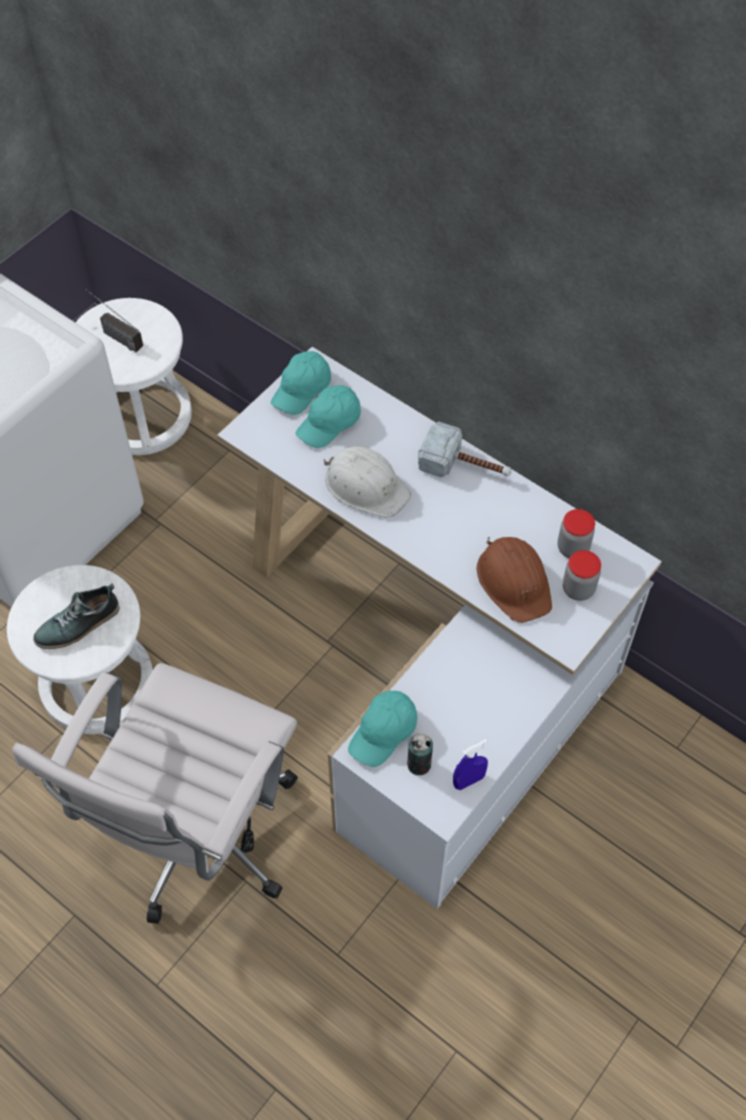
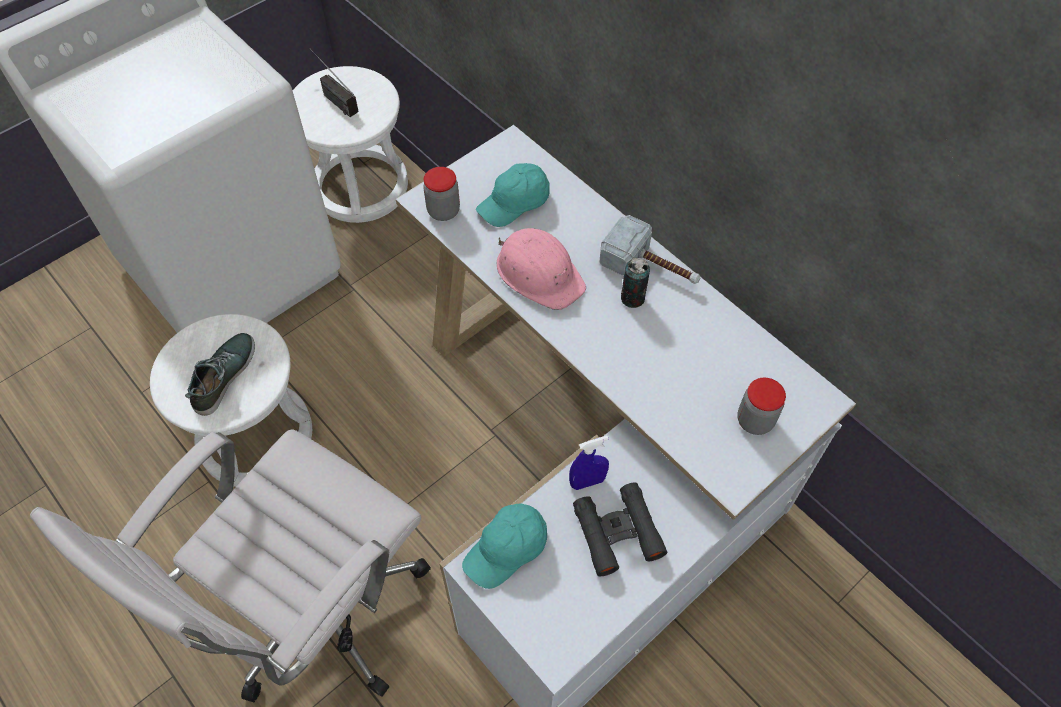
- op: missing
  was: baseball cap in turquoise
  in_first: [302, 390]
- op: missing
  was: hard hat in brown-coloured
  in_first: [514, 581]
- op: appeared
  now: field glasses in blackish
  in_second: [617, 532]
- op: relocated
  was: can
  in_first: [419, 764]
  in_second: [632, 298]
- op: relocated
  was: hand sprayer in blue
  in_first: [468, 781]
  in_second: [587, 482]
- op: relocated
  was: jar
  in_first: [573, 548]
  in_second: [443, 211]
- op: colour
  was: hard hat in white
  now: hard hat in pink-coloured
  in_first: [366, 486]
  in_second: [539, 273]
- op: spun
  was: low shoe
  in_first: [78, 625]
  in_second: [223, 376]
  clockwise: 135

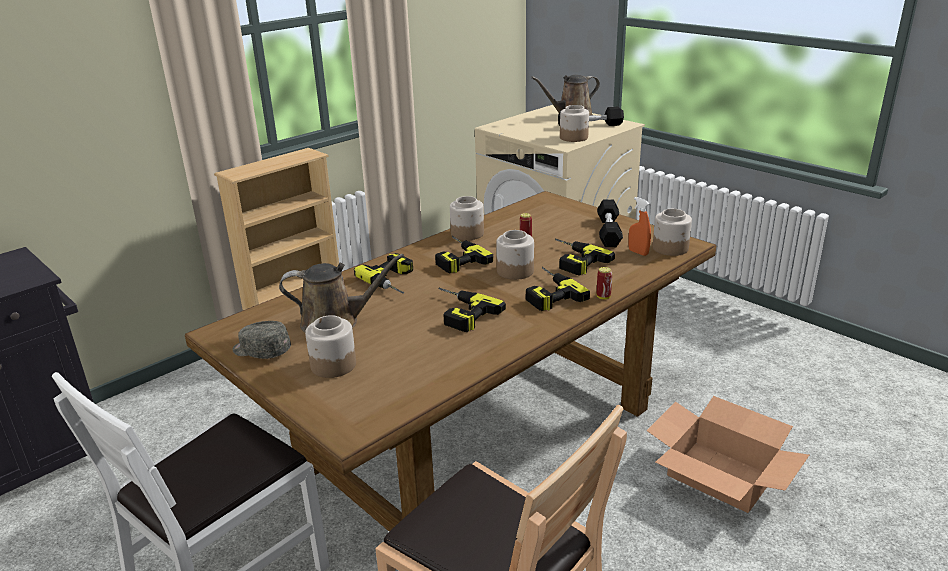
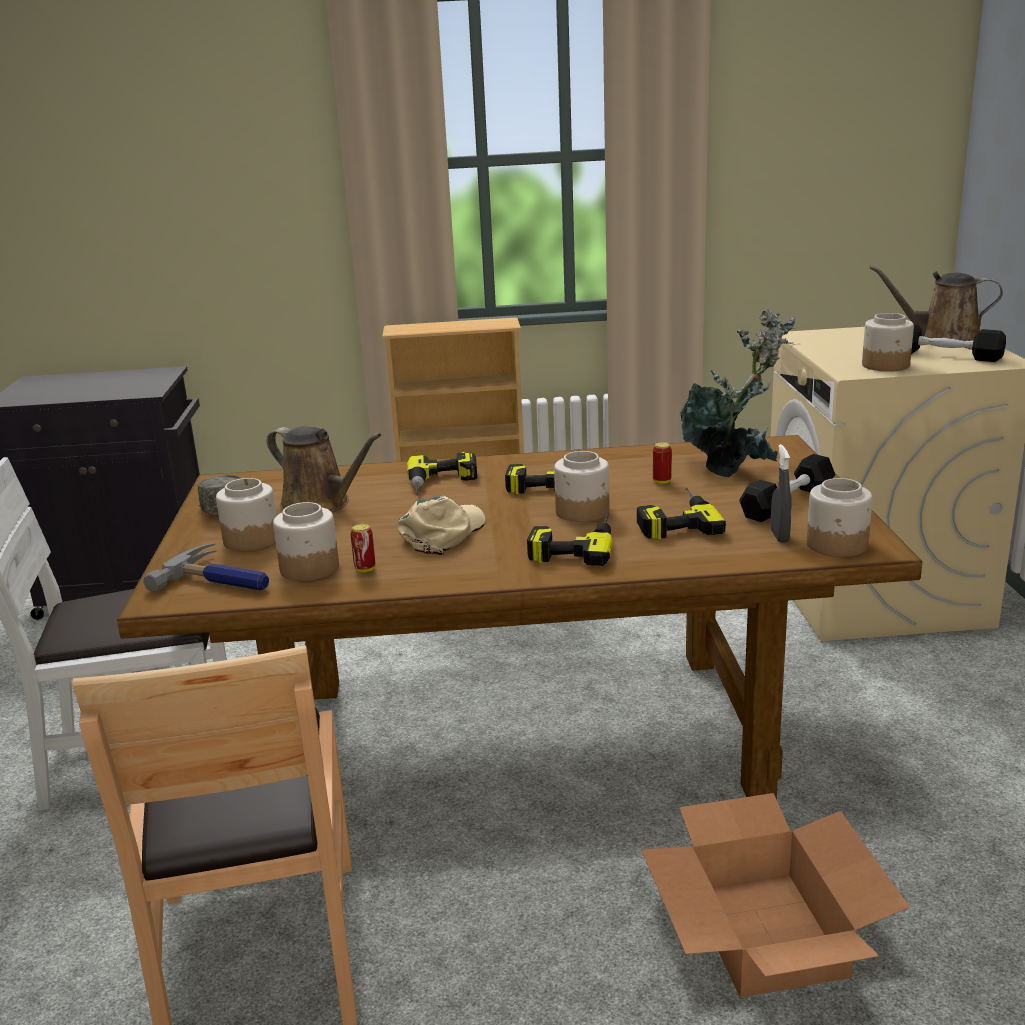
- op: appeared
  now: hand hammer
  in_second: [221, 580]
- op: appeared
  now: plant in a pot
  in_second: [732, 470]
- op: relocated
  was: jar
  in_first: [467, 234]
  in_second: [308, 568]
- op: relocated
  was: can
  in_first: [603, 297]
  in_second: [365, 569]
- op: exchanged
  was: drill
  now: baseball cap in beige-coloured
  in_first: [458, 313]
  in_second: [443, 533]
- op: colour
  was: hand sprayer in orangey
  now: hand sprayer in gray
  in_first: [638, 252]
  in_second: [779, 536]

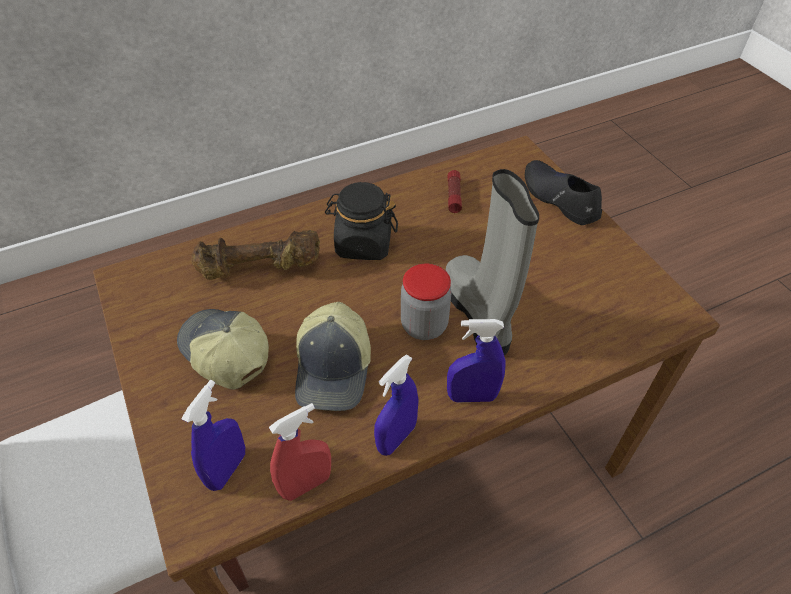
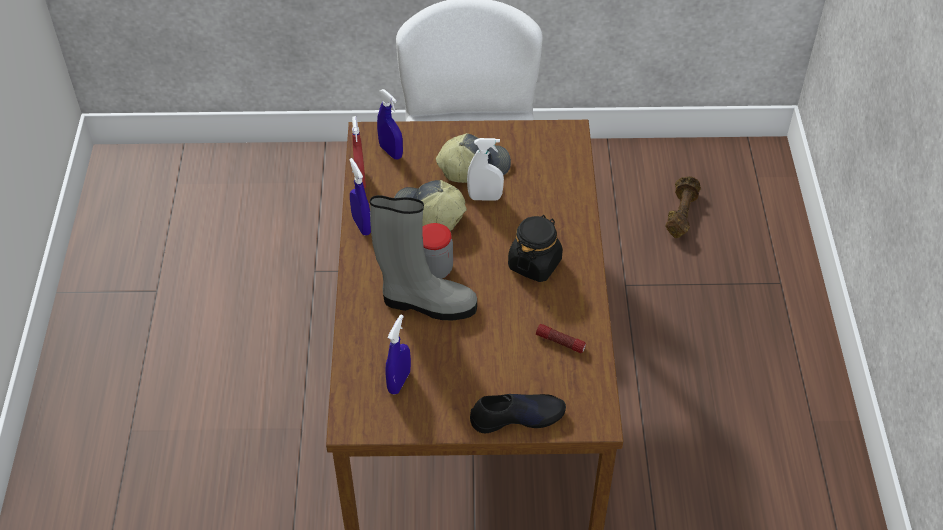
- op: appeared
  now: hand sprayer in white
  in_second: [485, 197]
- op: relocated
  was: hand weight in brown-coloured
  in_first: [259, 268]
  in_second: [680, 214]
- op: relocated
  was: hand sprayer in blue
  in_first: [472, 396]
  in_second: [399, 381]

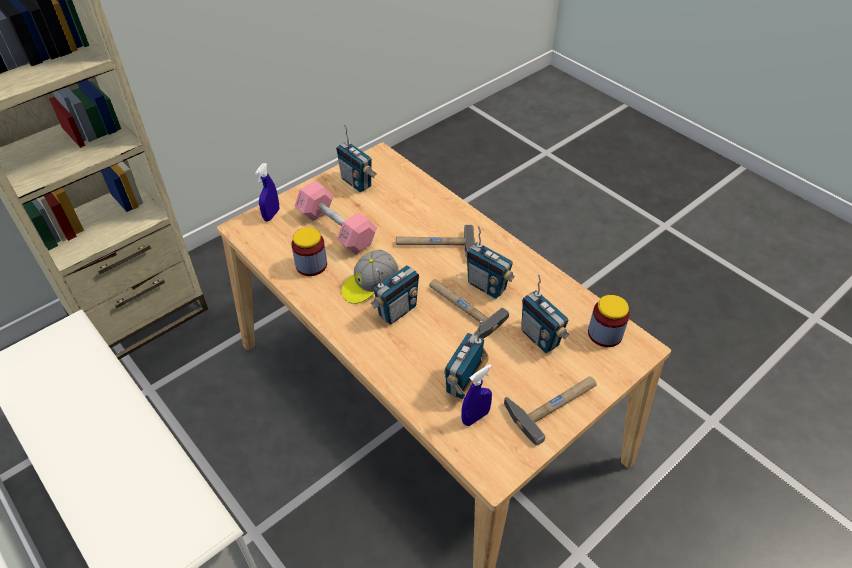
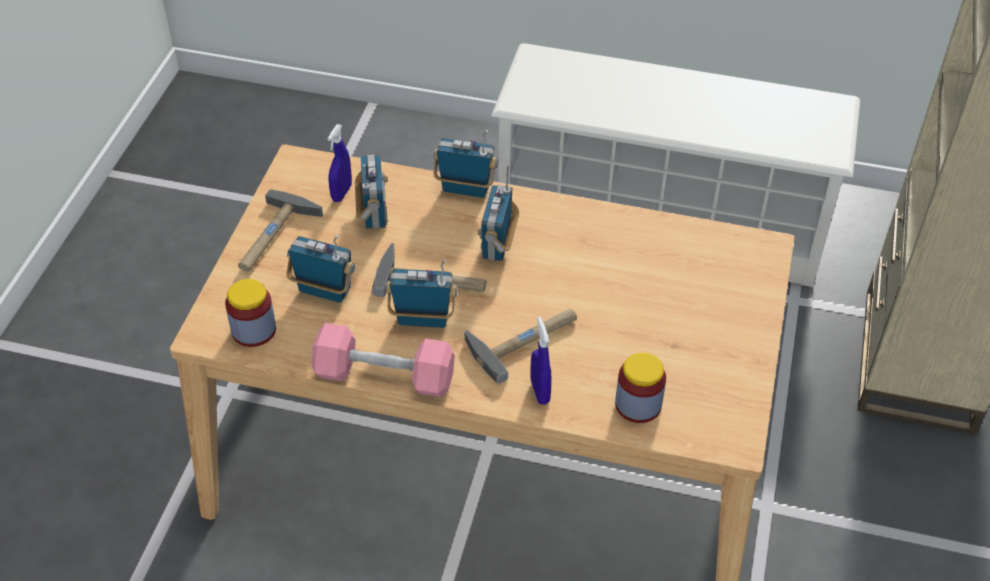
- op: missing
  was: baseball cap
  in_first: [370, 285]
- op: relocated
  was: hand sprayer in blue
  in_first: [271, 215]
  in_second: [540, 391]
- op: relocated
  was: jar
  in_first: [311, 265]
  in_second: [638, 405]
- op: relocated
  was: hand weight in pink-coloured
  in_first: [336, 229]
  in_second: [384, 376]
- op: relocated
  was: radio
  in_first: [357, 182]
  in_second: [465, 189]

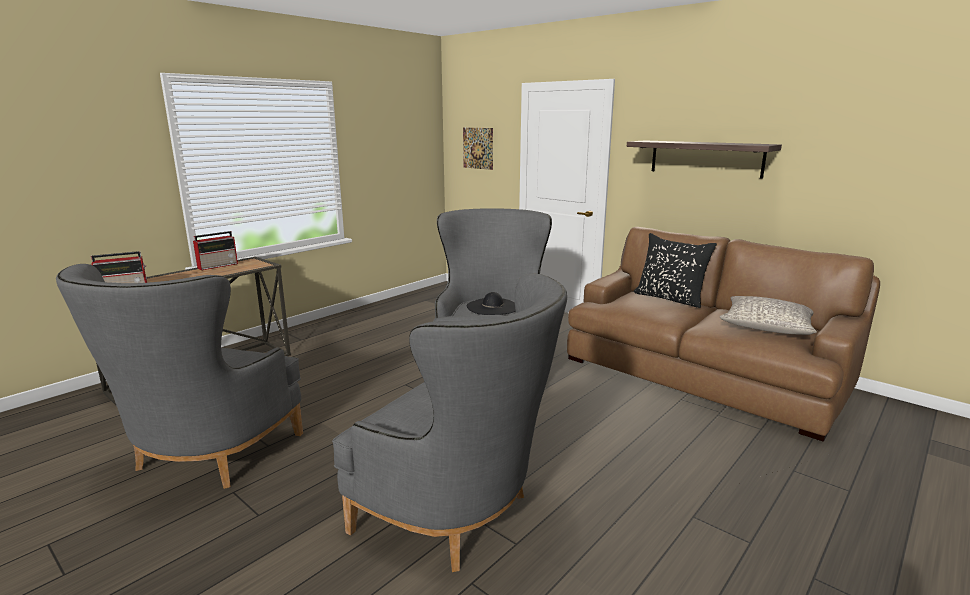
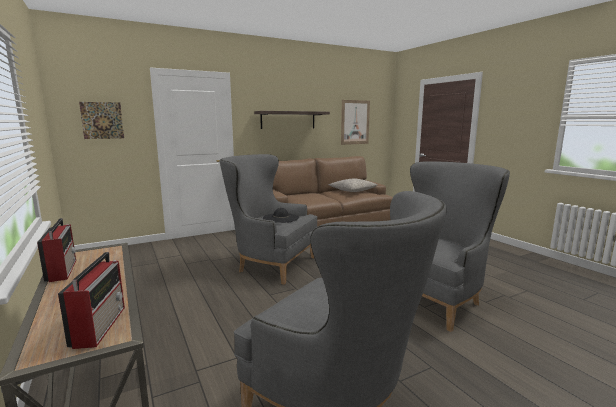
- op: missing
  was: cushion in blackish
  in_first: [670, 298]
- op: appeared
  now: wall art
  in_second: [355, 122]

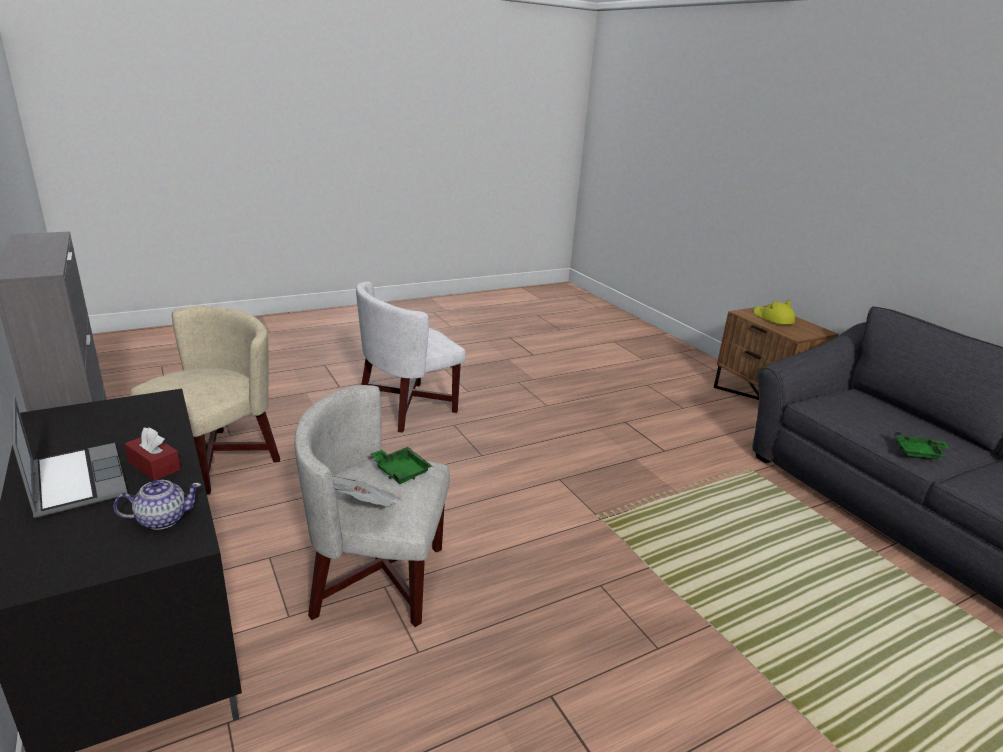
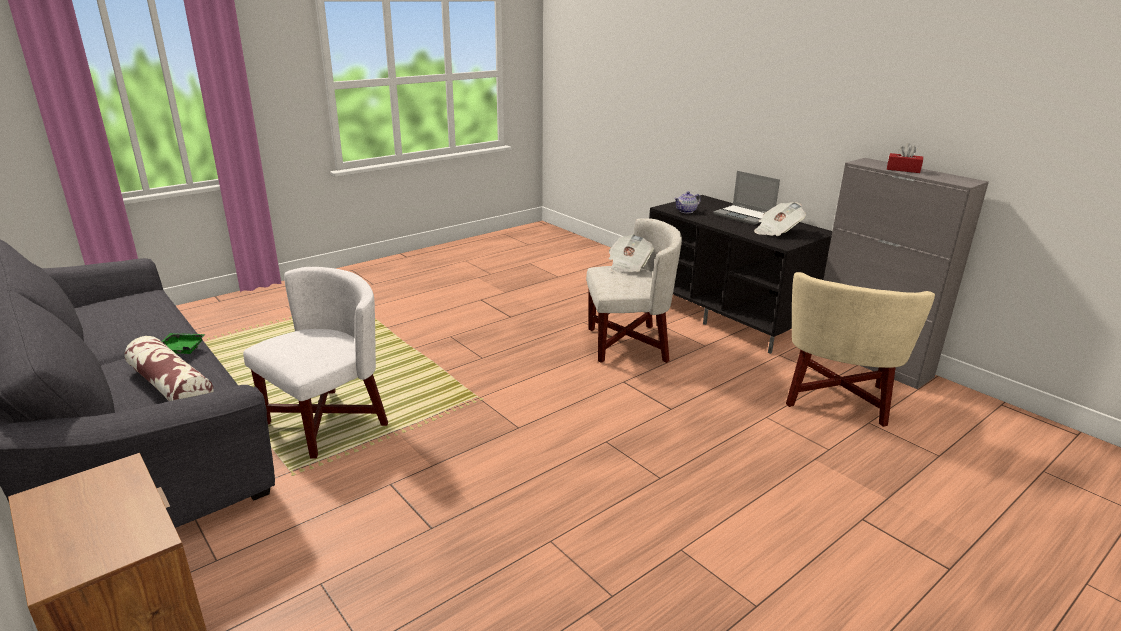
- op: missing
  was: serving tray in green-coloured
  in_first: [401, 471]
- op: missing
  was: clothing hat in yellow-coloured
  in_first: [772, 318]
- op: appeared
  now: cushion
  in_second: [171, 387]
- op: appeared
  now: daily paper
  in_second: [776, 231]
- op: relocated
  was: tissue holder in red
  in_first: [154, 466]
  in_second: [903, 169]
- op: relocated
  was: easy chair in white
  in_first: [407, 406]
  in_second: [327, 422]

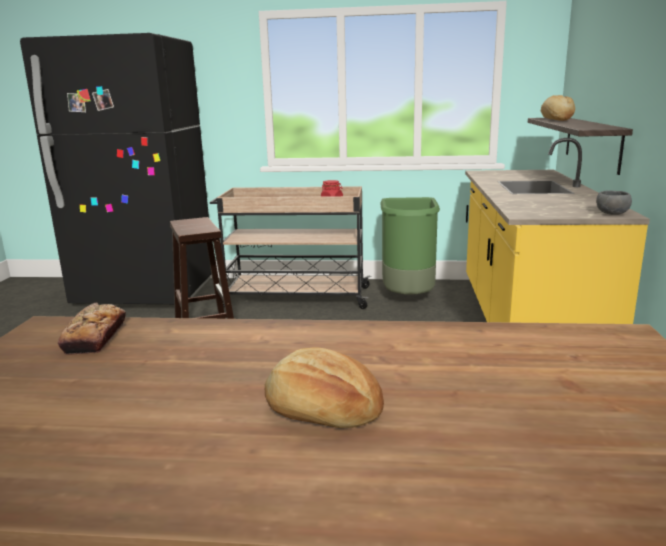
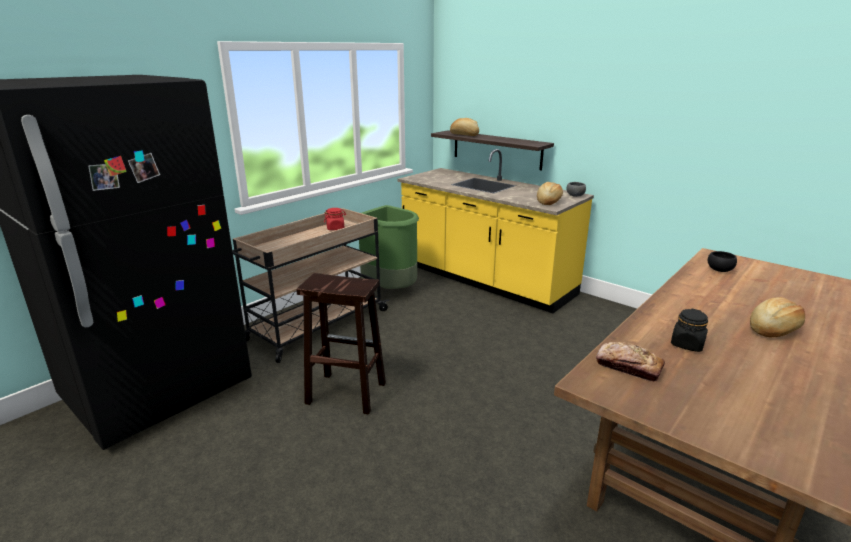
- op: appeared
  now: baked bread
  in_second: [548, 201]
- op: appeared
  now: jar in blackish
  in_second: [687, 344]
- op: appeared
  now: bowl in blackish
  in_second: [719, 270]

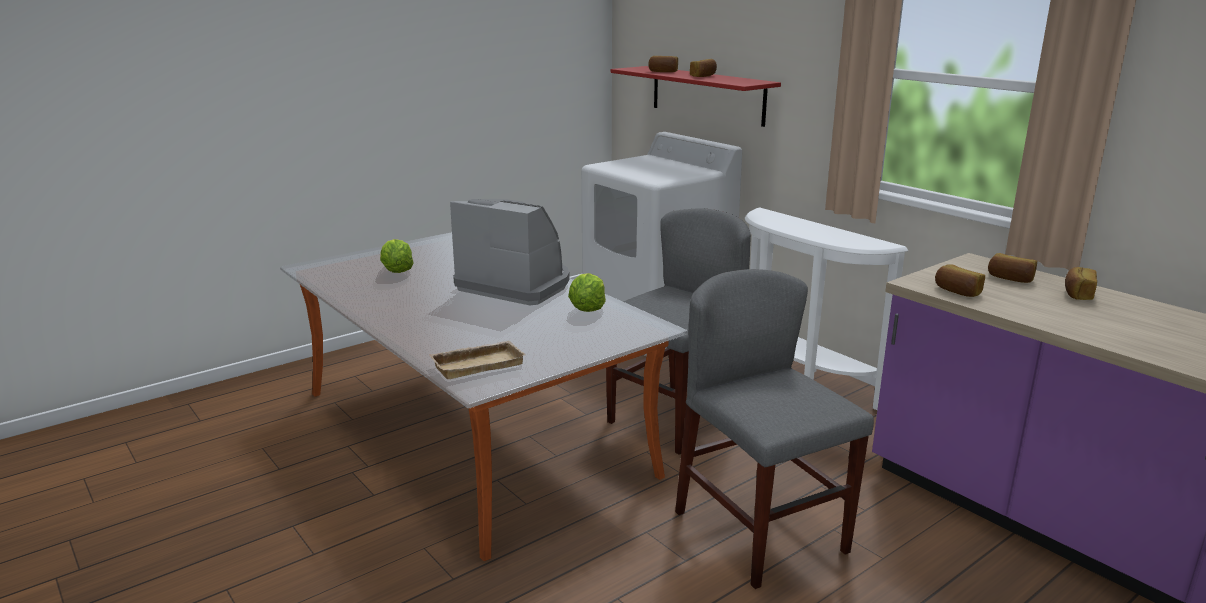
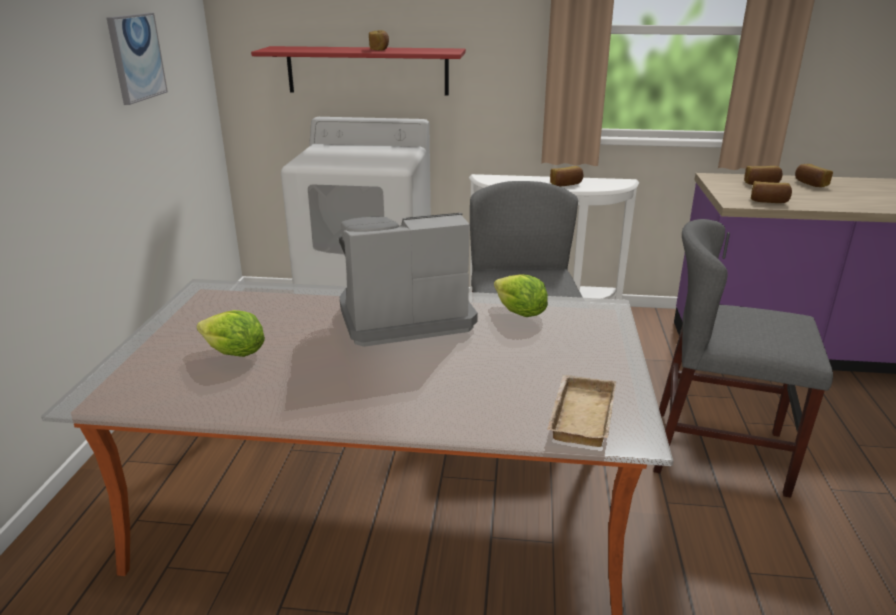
- op: appeared
  now: wall art
  in_second: [136, 57]
- op: relocated
  was: baked bread
  in_first: [663, 71]
  in_second: [566, 184]

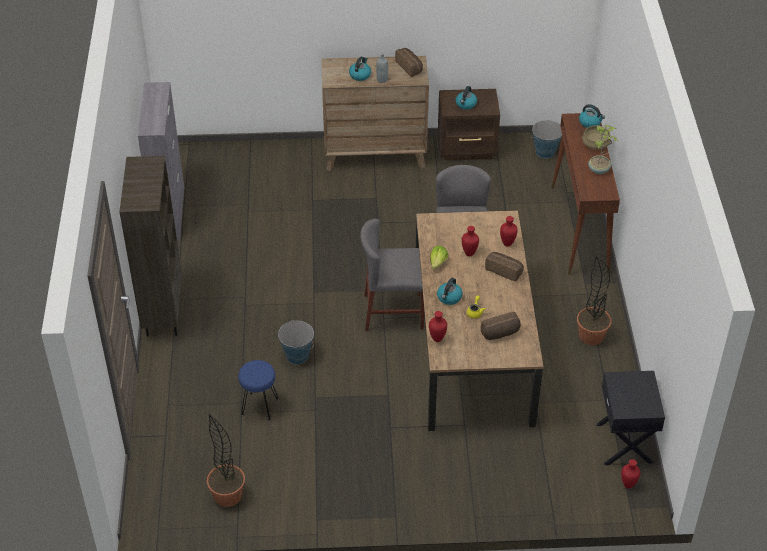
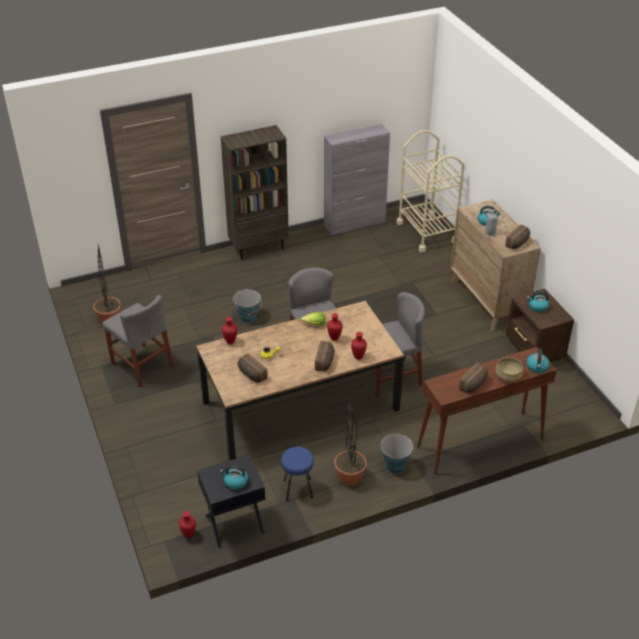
- op: appeared
  now: plain chair in gray
  in_second: [142, 365]
- op: appeared
  now: wheeled cart in beige-coloured
  in_second: [427, 232]
- op: relocated
  was: sitting stool in blue
  in_first: [259, 406]
  in_second: [297, 489]
- op: relocated
  was: tea kettle
  in_first: [449, 298]
  in_second: [235, 482]
- op: relocated
  was: pail
  in_first: [545, 152]
  in_second: [395, 466]
- op: exchanged
  was: plant in a pot
  now: baked bread
  in_first: [599, 170]
  in_second: [474, 385]

